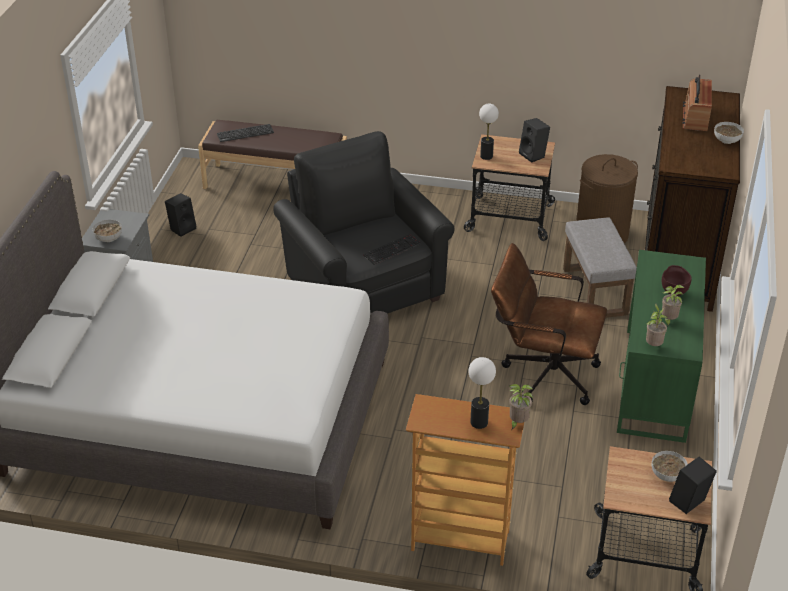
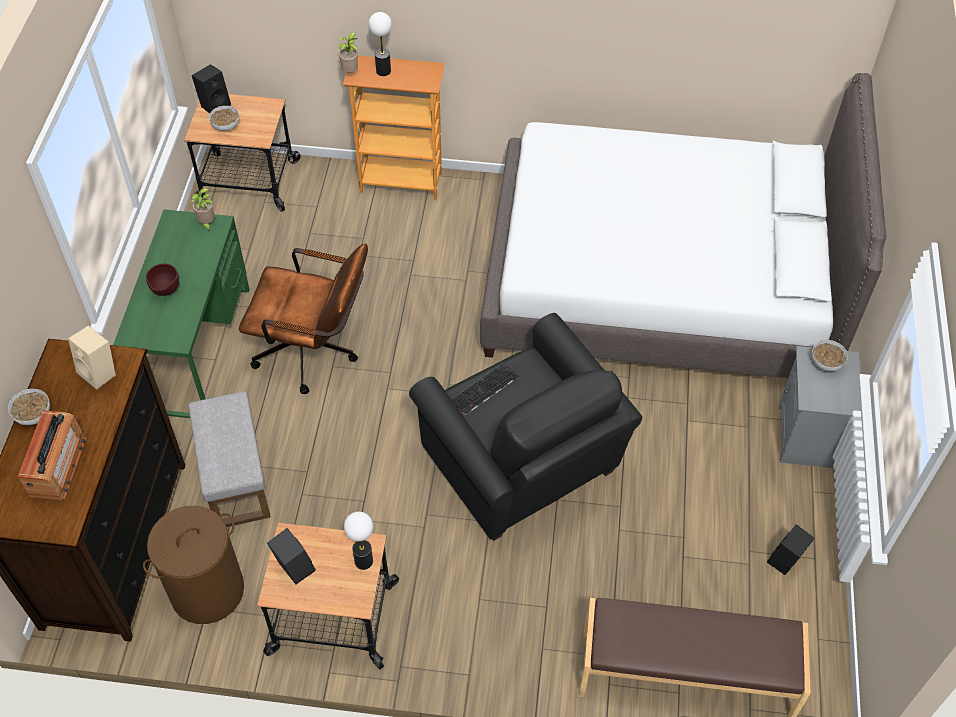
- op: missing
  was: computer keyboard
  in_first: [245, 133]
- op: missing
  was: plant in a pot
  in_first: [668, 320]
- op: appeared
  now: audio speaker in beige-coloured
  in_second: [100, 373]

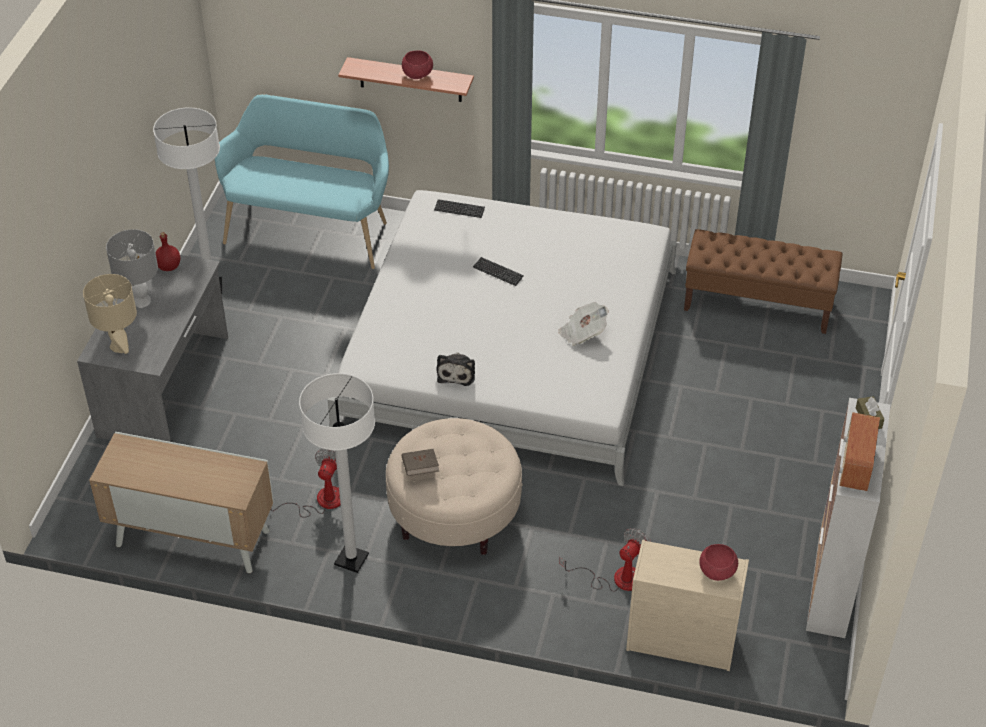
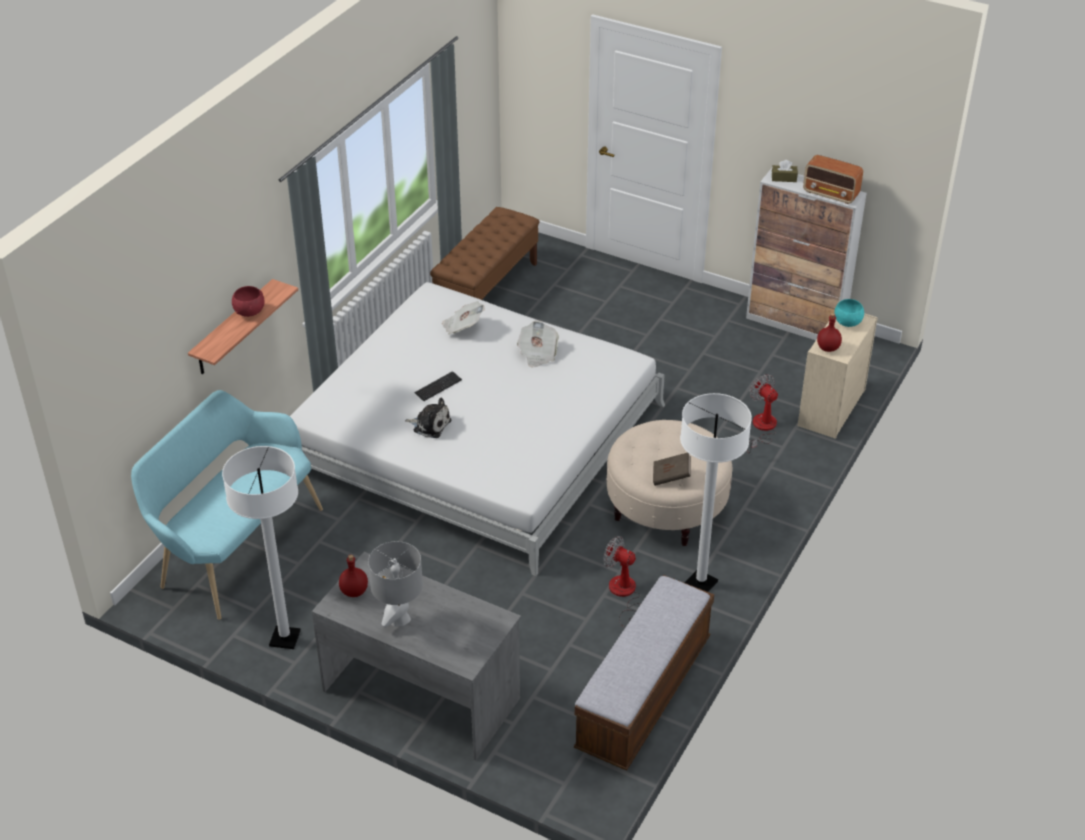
- op: missing
  was: lamp for a table in beige-coloured
  in_first: [119, 346]
- op: missing
  was: computer keyboard
  in_first: [459, 209]
- op: appeared
  now: daily paper
  in_second: [462, 327]
- op: appeared
  now: beverage bottle in red
  in_second: [827, 348]
- op: relocated
  was: cuddly toy
  in_first: [457, 372]
  in_second: [430, 425]
- op: exchanged
  was: cabinet
  now: bench
  in_first: [191, 538]
  in_second: [643, 695]
- op: colour
  was: bowl in red
  now: bowl in turquoise
  in_first: [717, 571]
  in_second: [847, 322]

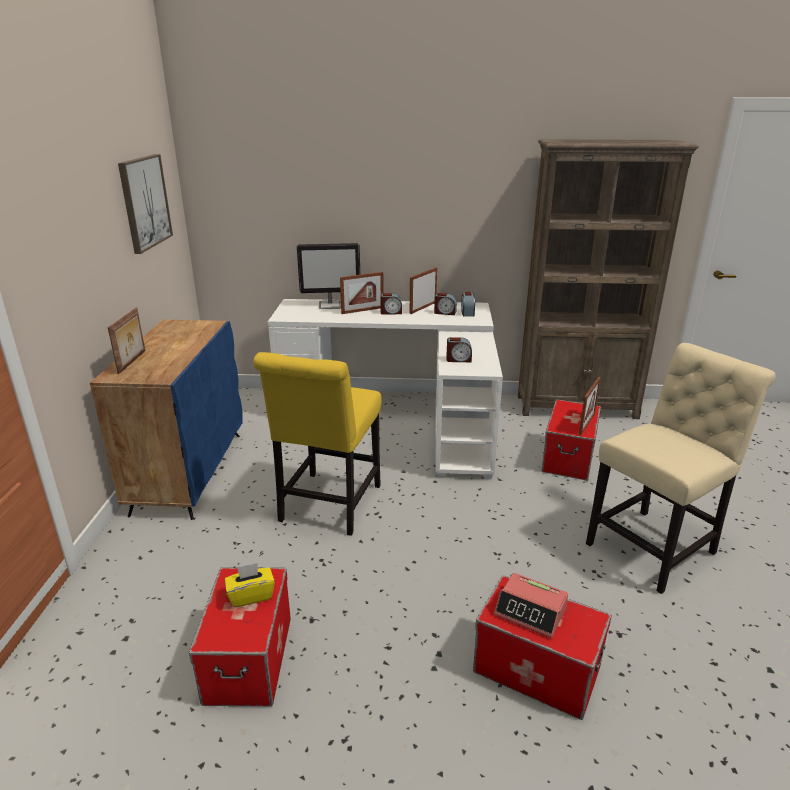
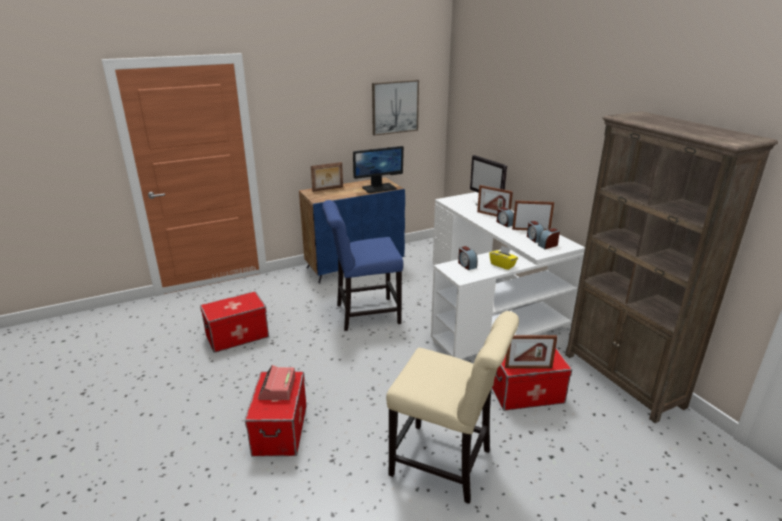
- op: appeared
  now: computer screen
  in_second: [379, 188]
- op: relocated
  was: tissue holder in yellow-coloured
  in_first: [251, 595]
  in_second: [502, 265]
- op: colour
  was: plain chair in yellow-coloured
  now: plain chair in blue
  in_first: [328, 506]
  in_second: [364, 314]

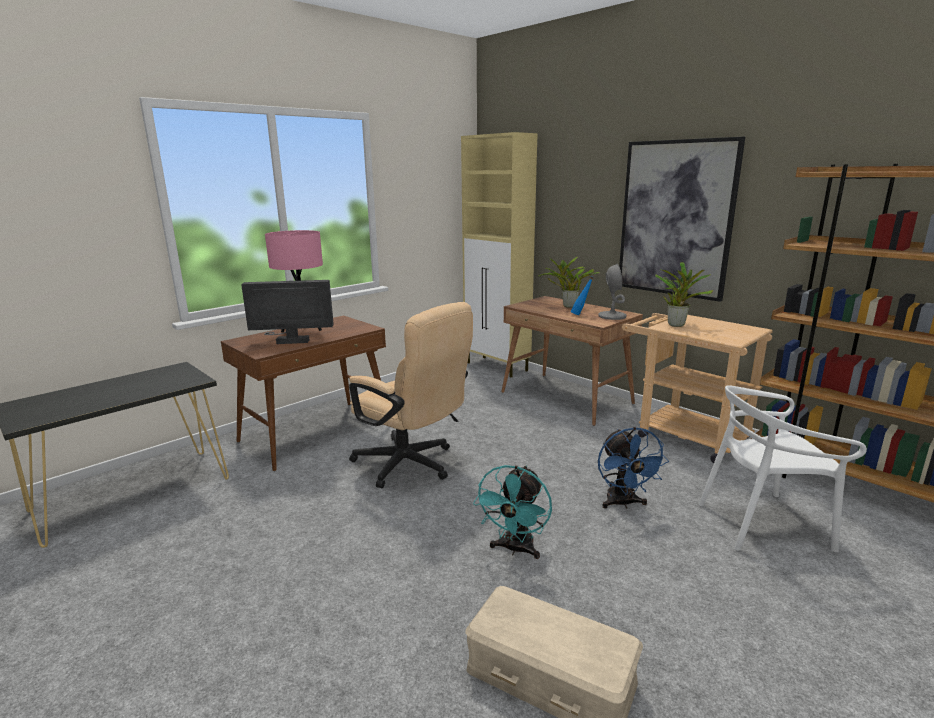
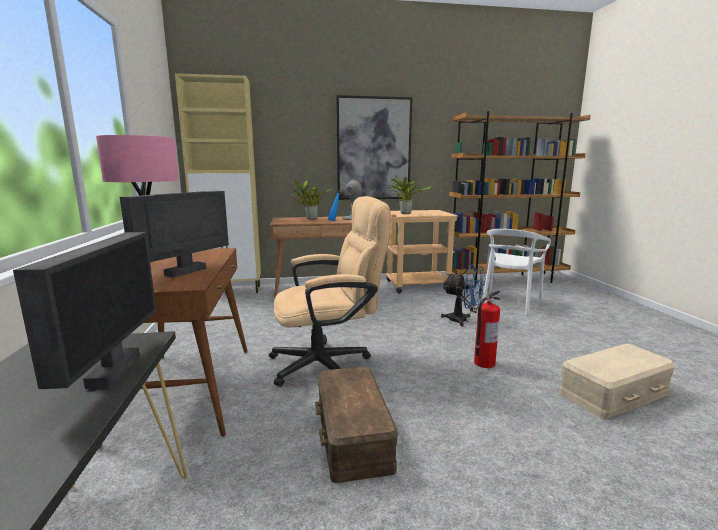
- op: appeared
  now: computer screen
  in_second: [111, 371]
- op: appeared
  now: storage container in brown-coloured
  in_second: [351, 434]
- op: exchanged
  was: fan in turquoise
  now: fire extinguisher
  in_first: [515, 549]
  in_second: [484, 363]

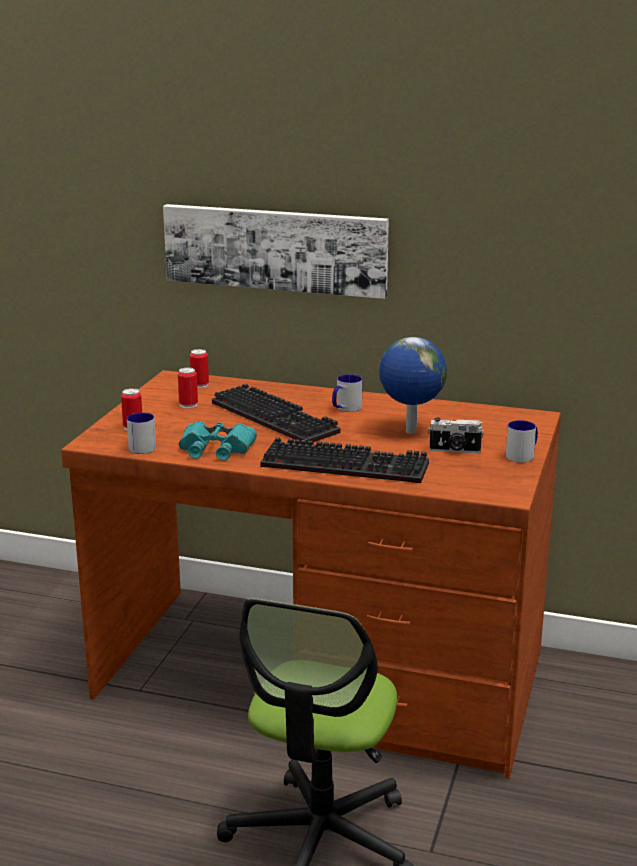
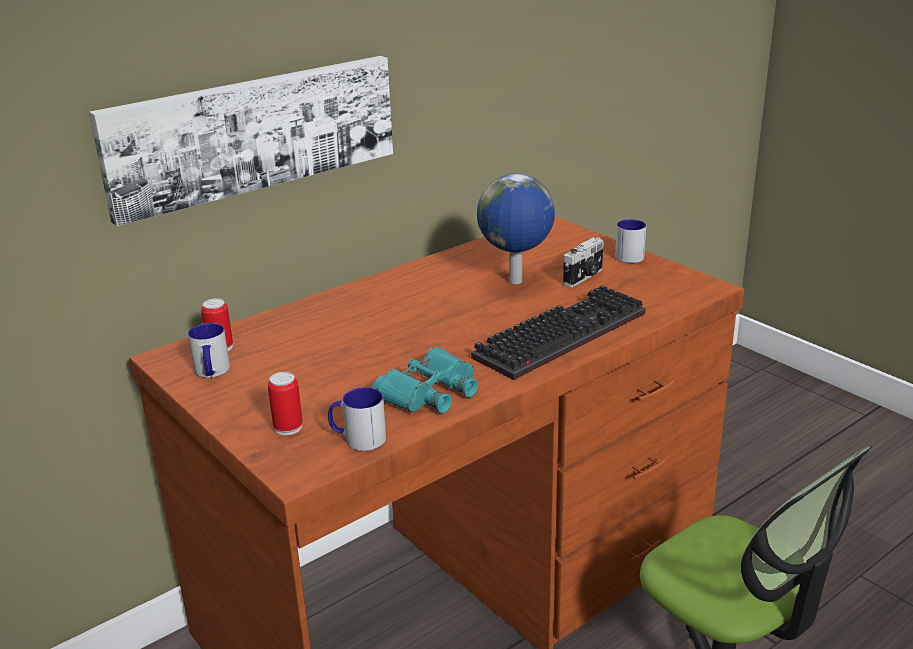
- op: missing
  was: can
  in_first: [188, 405]
- op: missing
  was: computer keyboard
  in_first: [278, 418]
- op: relocated
  was: mug
  in_first: [345, 408]
  in_second: [212, 372]

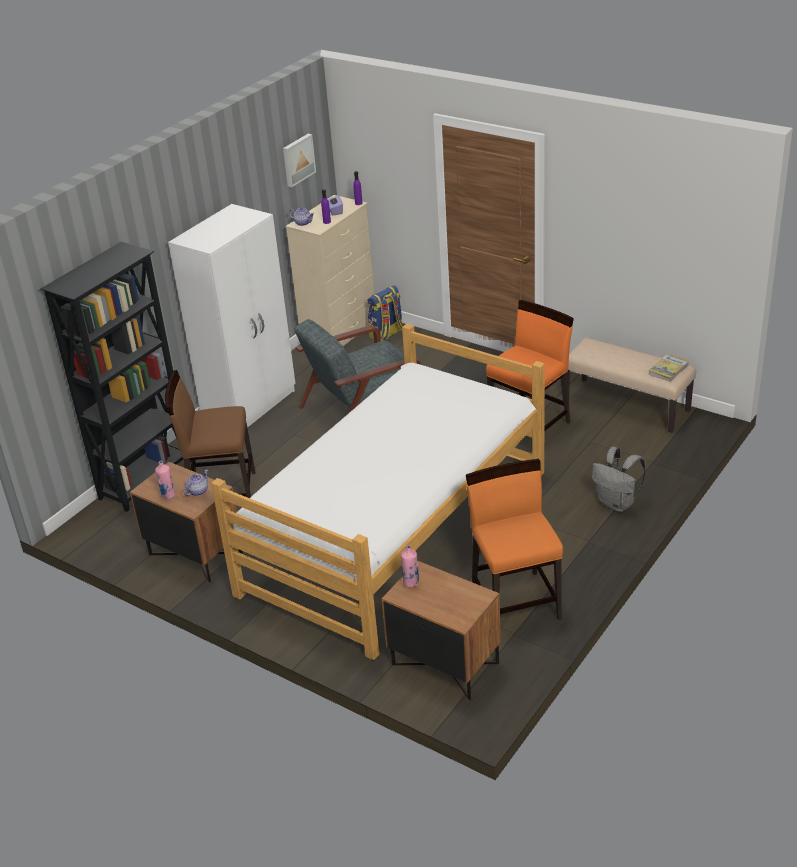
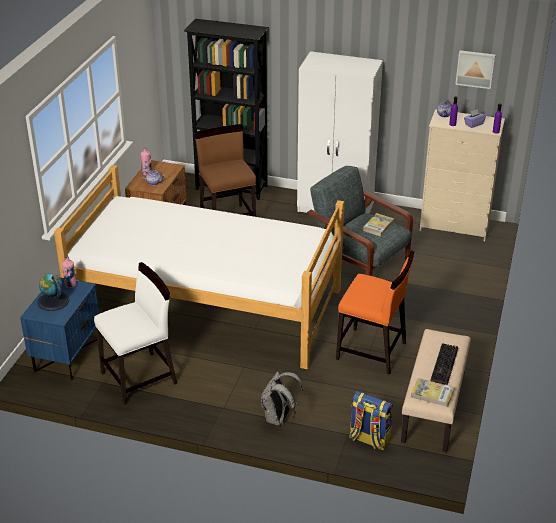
- op: appeared
  now: globe
  in_second: [53, 301]
- op: appeared
  now: book
  in_second: [378, 226]
- op: appeared
  now: computer keyboard
  in_second: [445, 366]
- op: relocated
  was: backpack
  in_first: [386, 334]
  in_second: [369, 439]
- op: colour
  was: night table in brown-coloured
  now: night table in blue
  in_first: [444, 664]
  in_second: [67, 354]
- op: colour
  was: plain chair in orangey
  now: plain chair in white
  in_first: [516, 601]
  in_second: [140, 378]

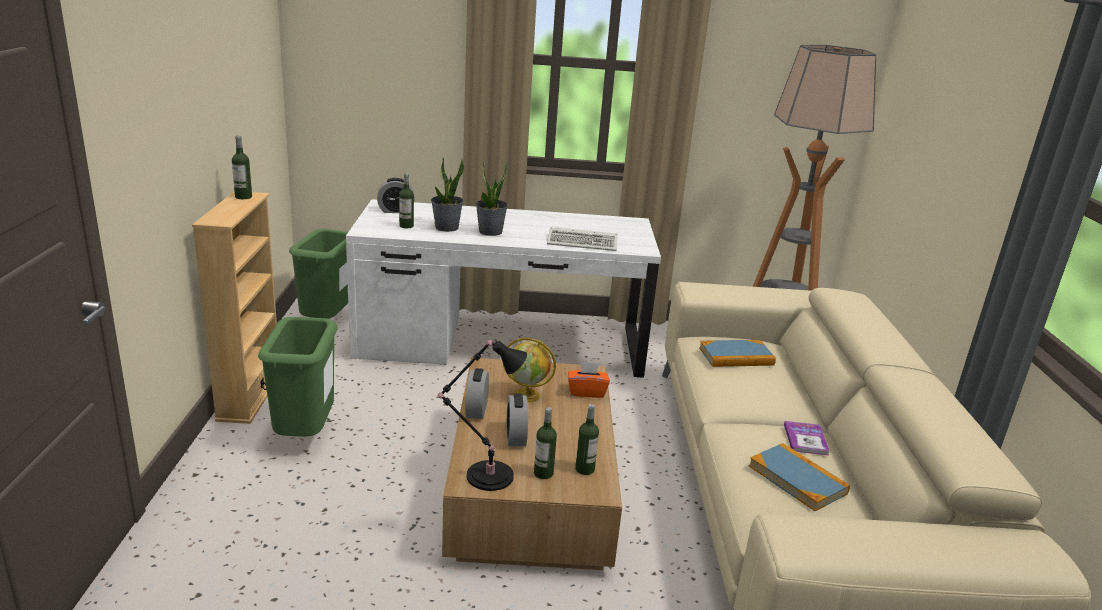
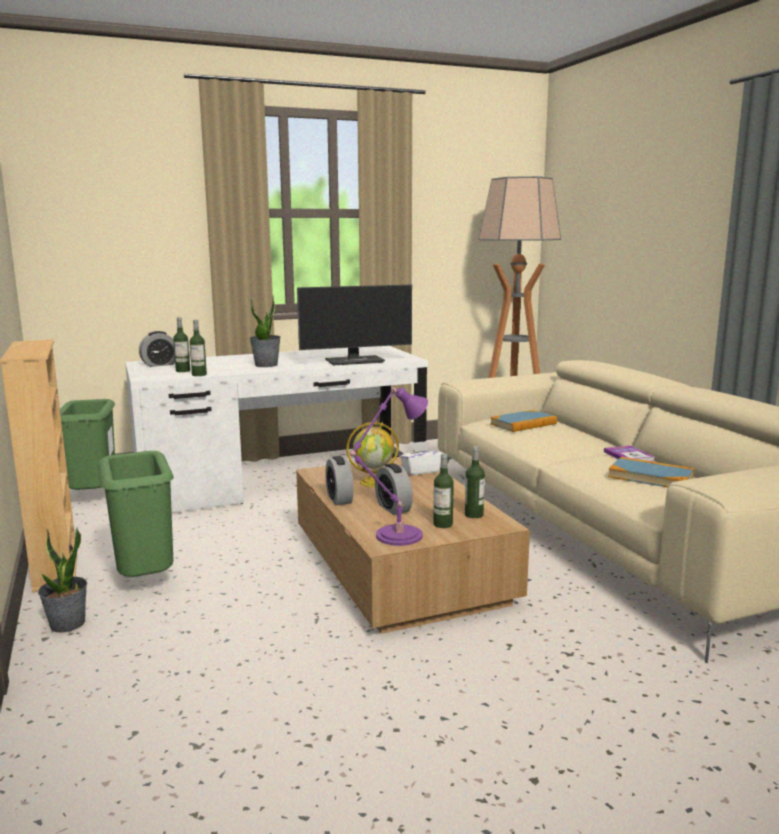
- op: relocated
  was: beverage bottle
  in_first: [243, 197]
  in_second: [199, 375]
- op: relocated
  was: plant in a pot
  in_first: [446, 228]
  in_second: [67, 624]
- op: exchanged
  was: computer keyboard
  now: computer screen
  in_first: [584, 243]
  in_second: [355, 361]
- op: colour
  was: lamp for a table in blackish
  now: lamp for a table in purple
  in_first: [485, 476]
  in_second: [395, 536]
- op: colour
  was: tissue holder in orangey
  now: tissue holder in white
  in_first: [586, 392]
  in_second: [421, 471]

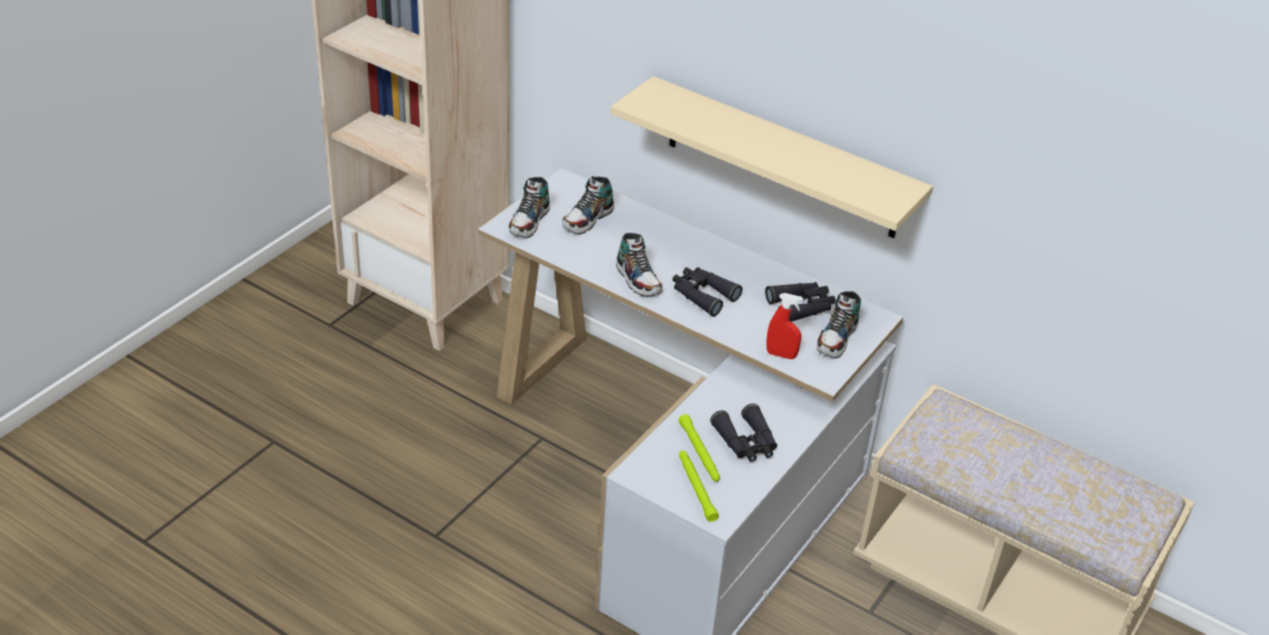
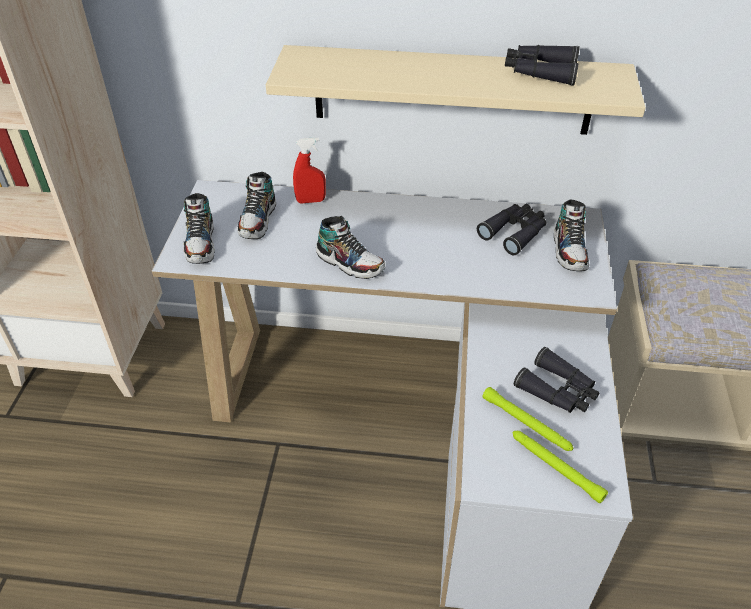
- op: relocated
  was: field glasses in blackish
  in_first: [702, 295]
  in_second: [539, 72]
- op: relocated
  was: hand sprayer in red
  in_first: [781, 355]
  in_second: [311, 201]

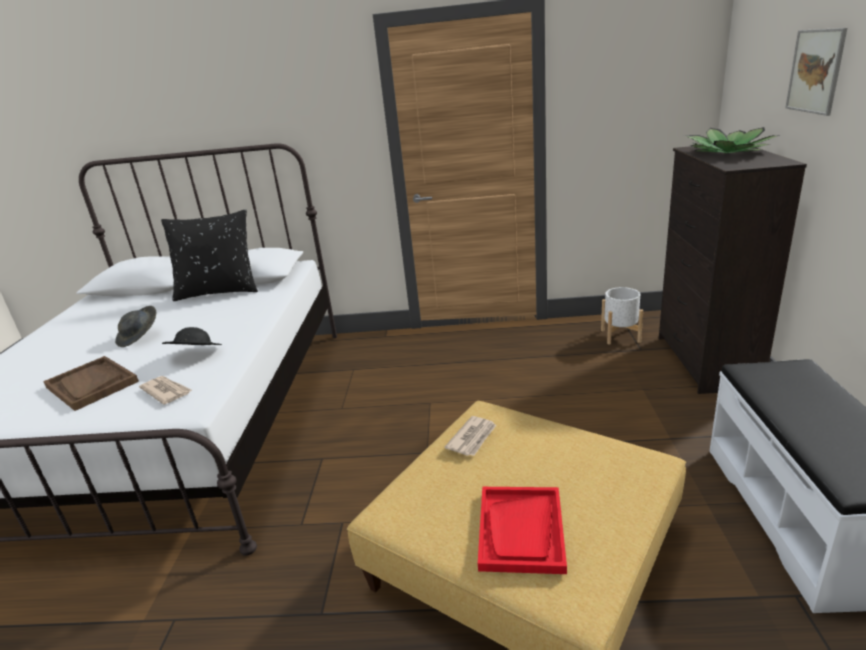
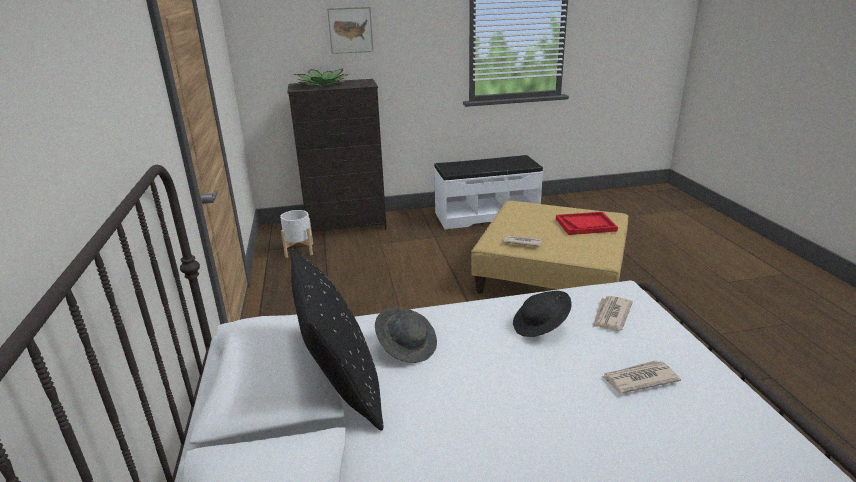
- op: relocated
  was: clothing hat in gray
  in_first: [140, 337]
  in_second: [407, 346]
- op: exchanged
  was: serving tray in brown-coloured
  now: daily paper
  in_first: [91, 384]
  in_second: [638, 379]

